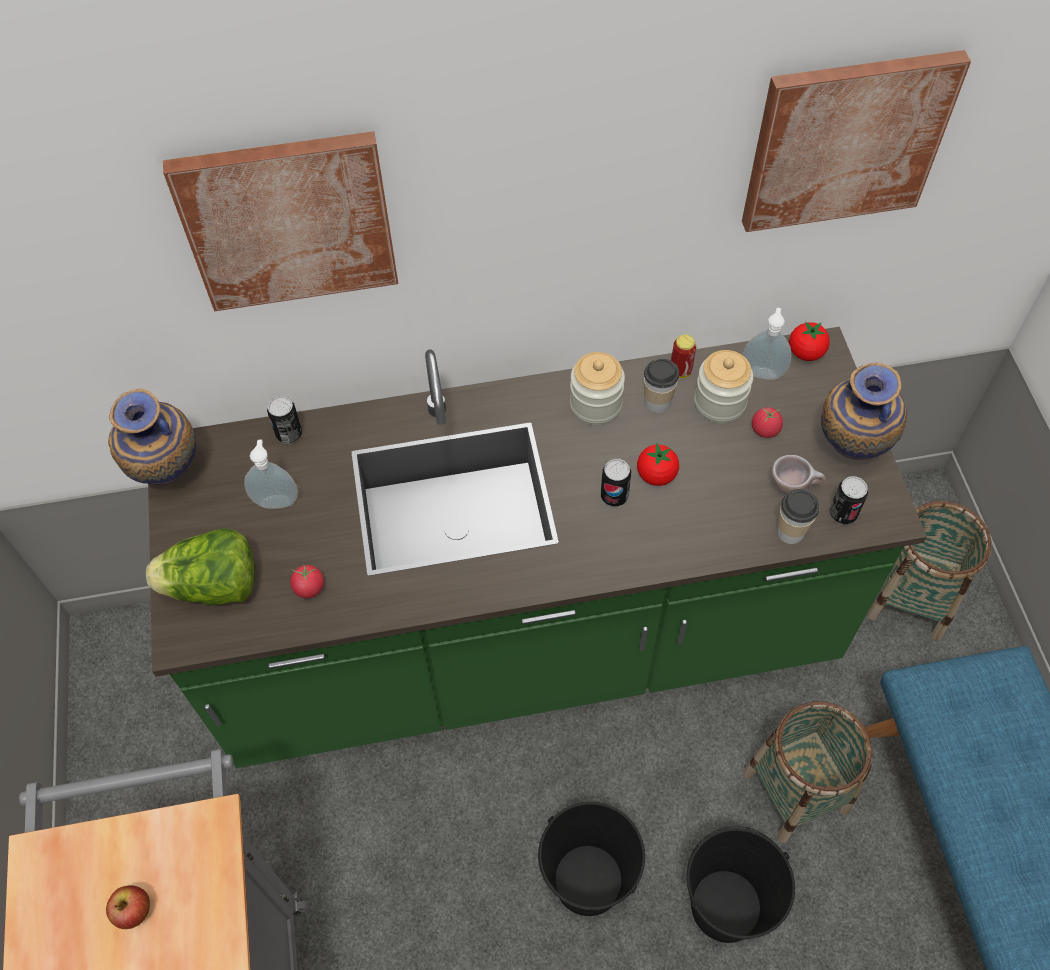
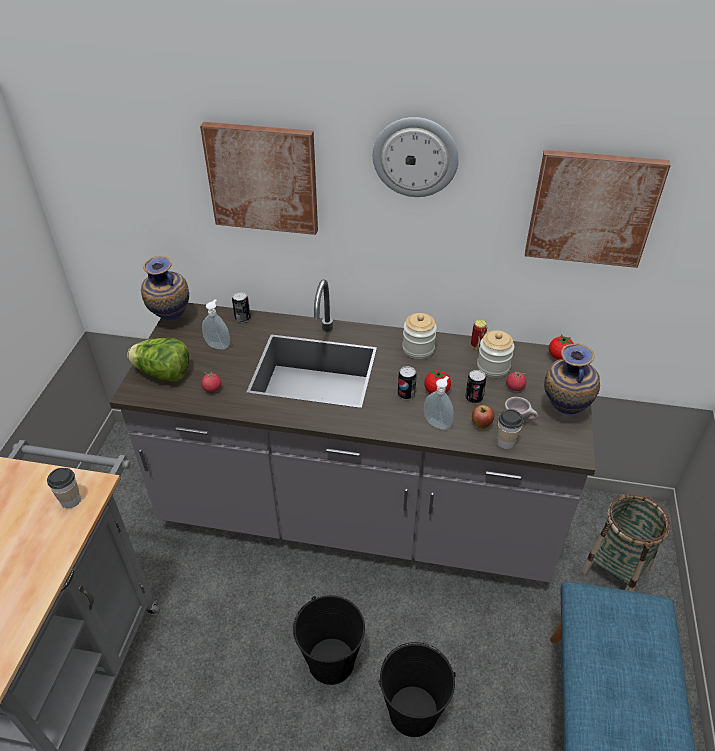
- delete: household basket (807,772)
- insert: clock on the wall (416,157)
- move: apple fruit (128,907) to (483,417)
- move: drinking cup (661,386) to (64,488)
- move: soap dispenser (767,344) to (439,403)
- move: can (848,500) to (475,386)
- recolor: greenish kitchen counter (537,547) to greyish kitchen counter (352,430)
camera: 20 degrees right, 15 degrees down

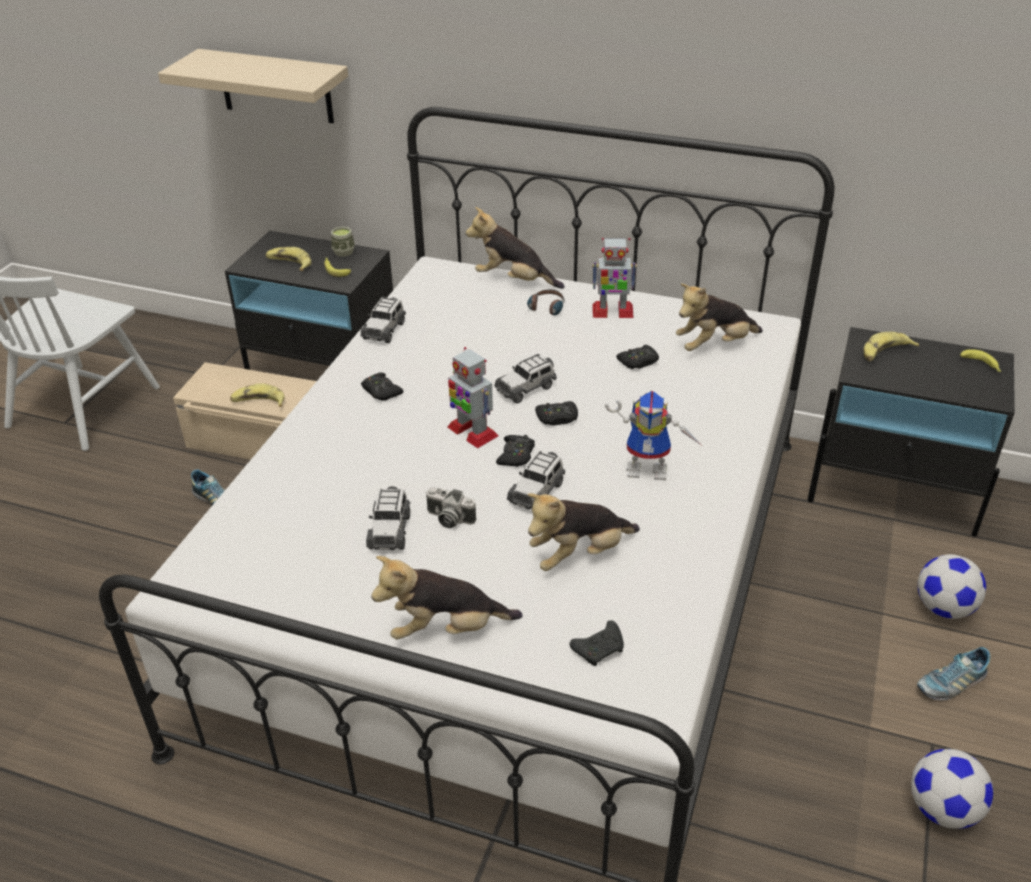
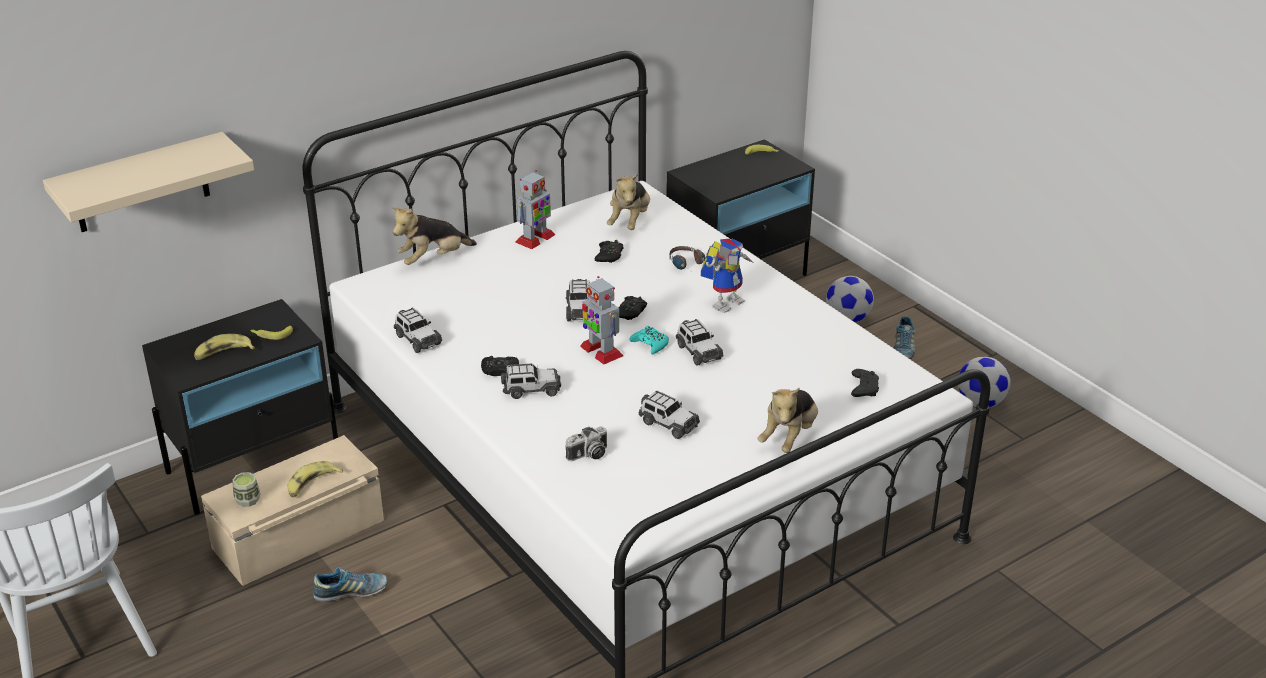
- delete: soft toy (583,532)
- delete: banana fruit (891,346)
- insert: toy car (531,381)
- move: drinking cup (343,242) to (246,489)
- move: photo camera (451,508) to (586,443)
- move: headphones (545,303) to (687,258)
- recolor: black-coloured joypad (515,451) to turquoise joypad (649,340)
- rotate: toy robot (473,397) = (601,320) 60 degrees clockwise
camera: 55 degrees left, 5 degrees down

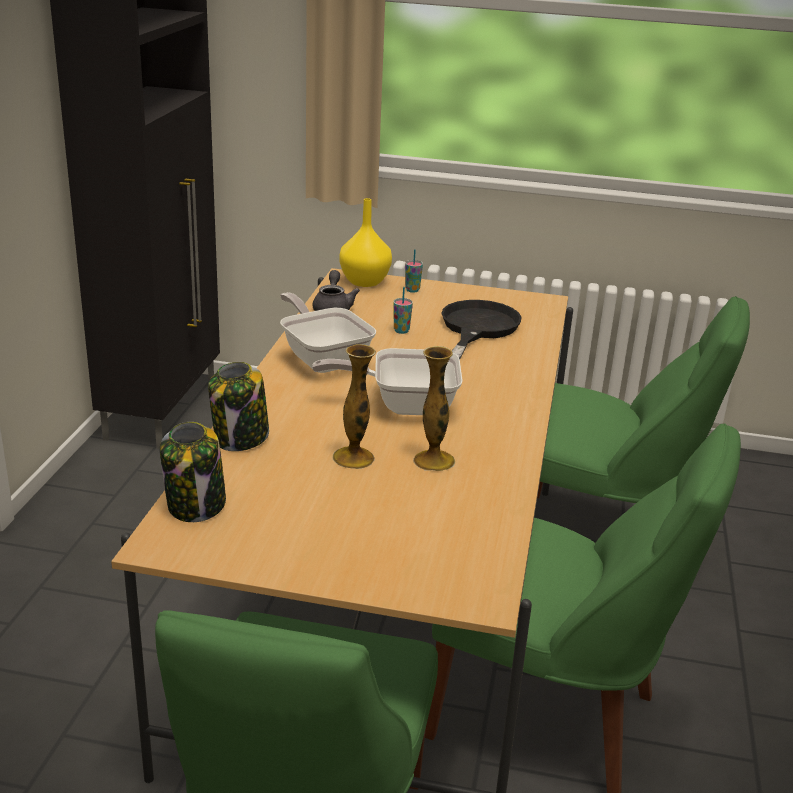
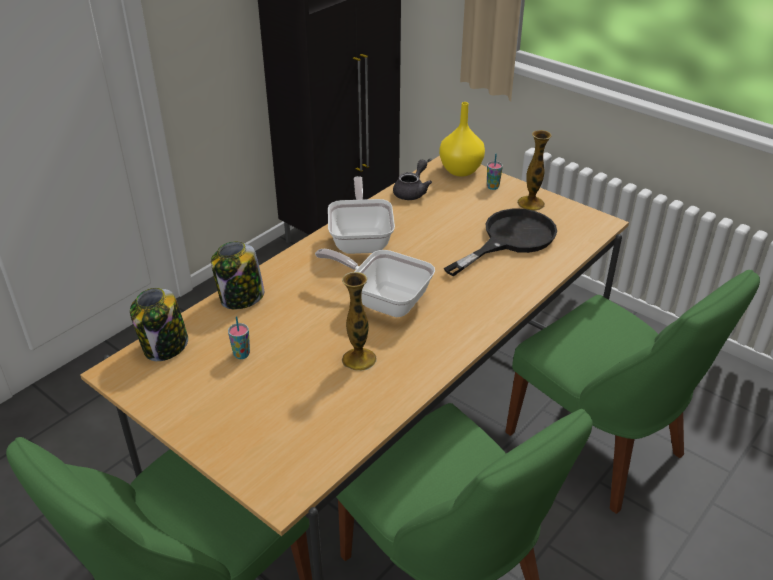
- move: decorative vase (354,406) to (534,170)
- move: drinking cup (403,310) to (239,337)
camera: 30 degrees right, 10 degrees up

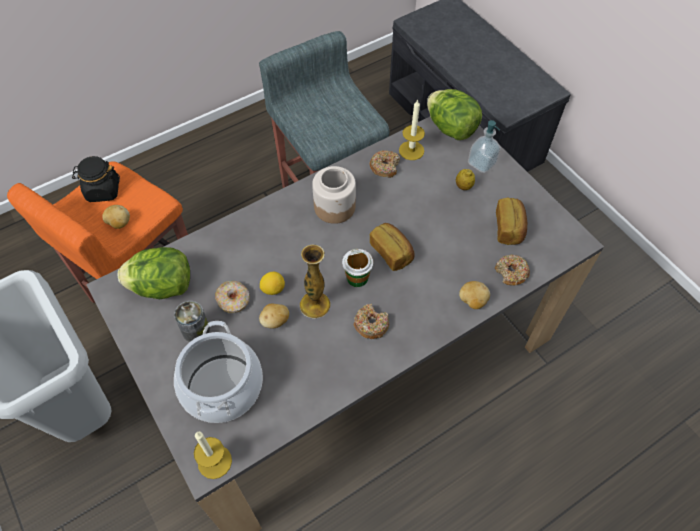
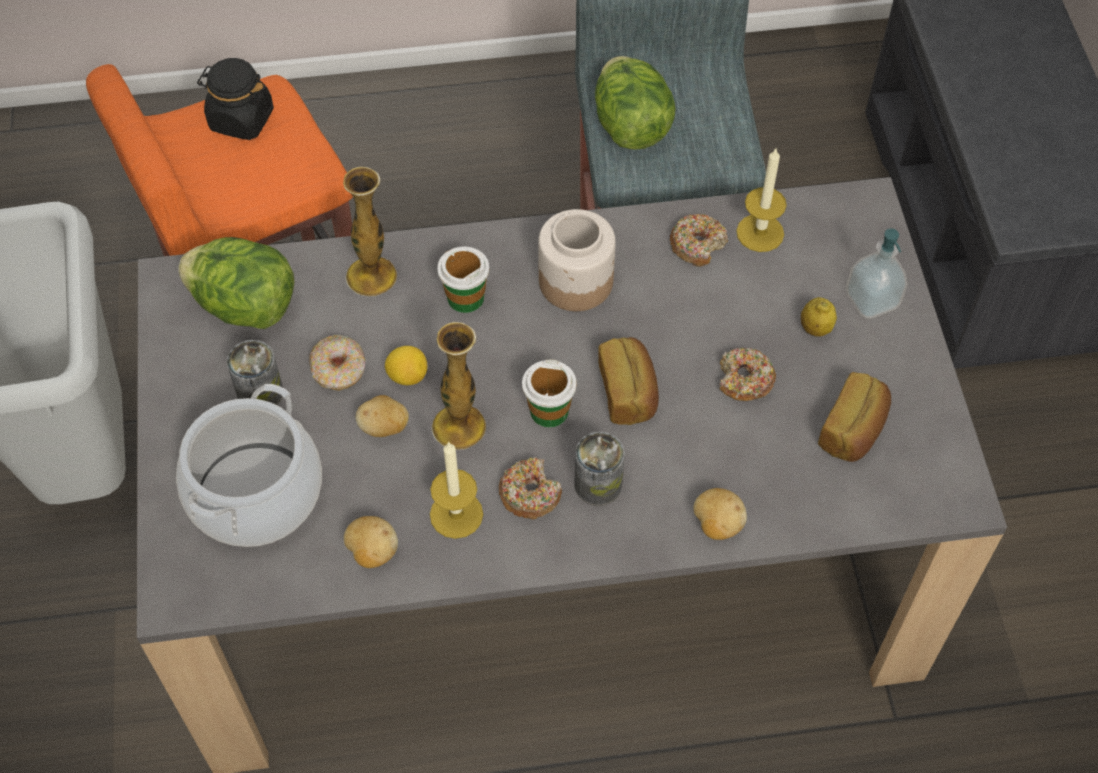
- insert: decorative vase (370,231)
- insert: drinking cup (463,280)
- insert: can (600,469)
- move: spud (116,217) to (371,542)
- move: wax light (213,455) to (456,490)
- move: head of lettuce (454,114) to (635,103)
- move: donut (512,270) to (747,374)
camera: 25 degrees right, 0 degrees up

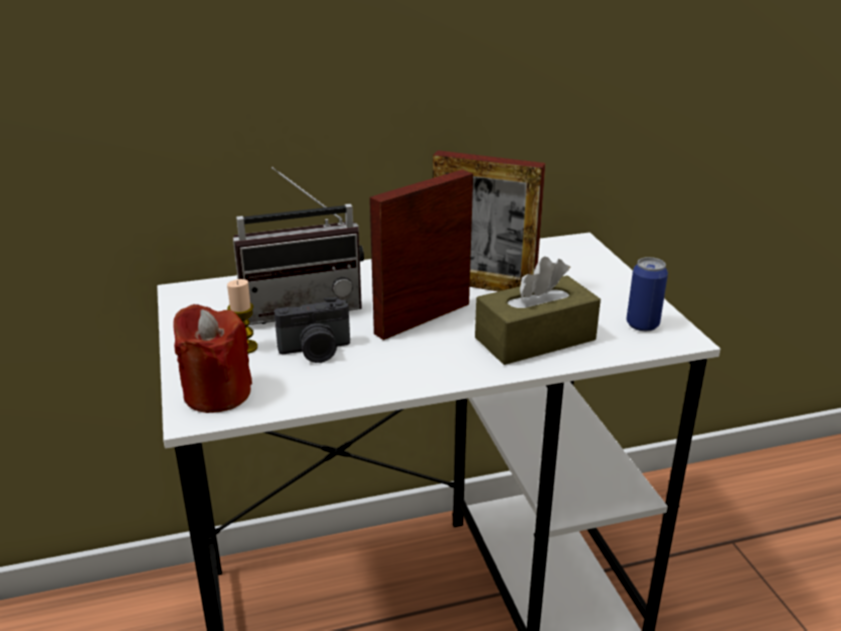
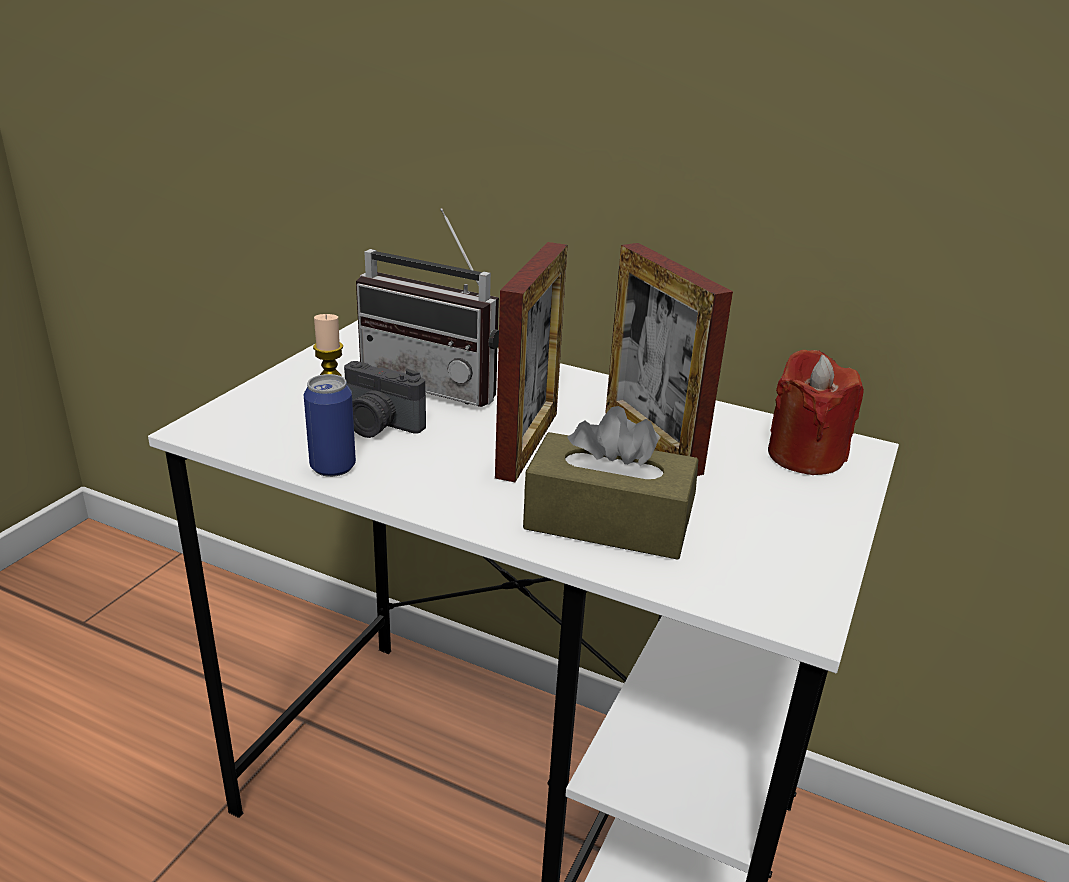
- move: reddish wax light (212,358) to (816,412)
- move: can (647,294) to (330,425)
- rotate: standing frame (421,255) = (531,362) 105 degrees clockwise
camera: 40 degrees right, 0 degrees up

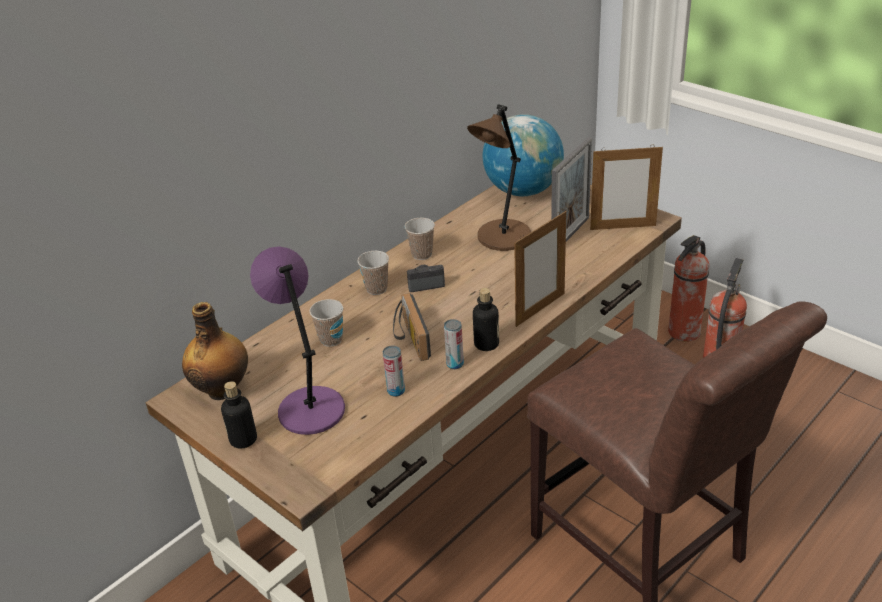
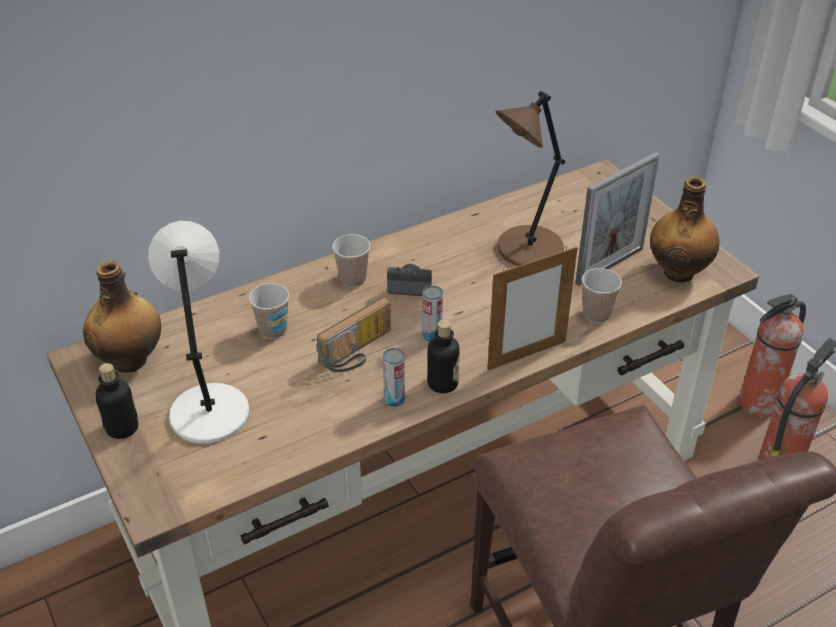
- delete: world globe (523,155)
- move: can (394,371) to (432,314)
- move: drinking cup (420,239) to (602,295)
- replace: standing frame (626,187) to drink bottle (685,230)
- recolor: purple-coloured table lamp (297,340) to white-coloured table lamp (198,332)
- rotate: radio (412,327) = (354,334) 135 degrees counterclockwise
camera: 15 degrees right, 5 degrees up

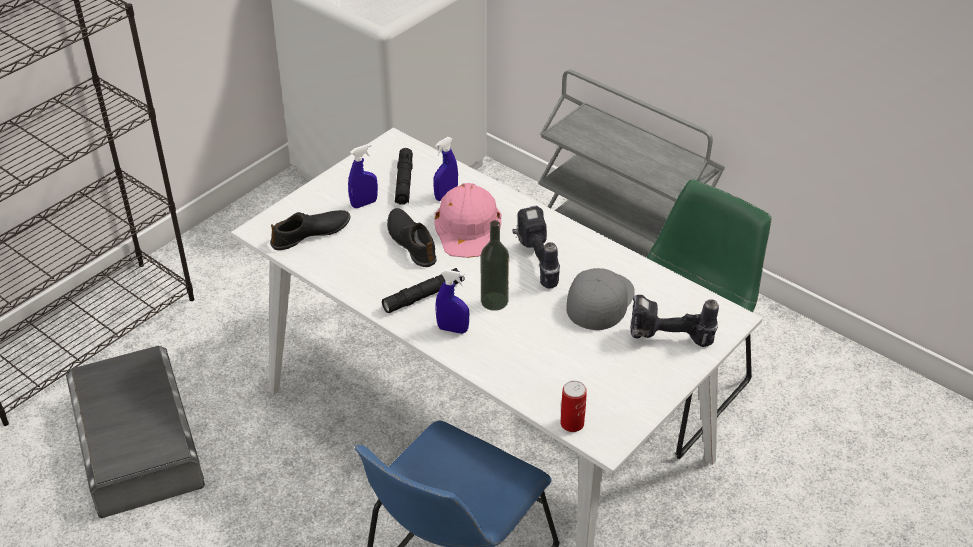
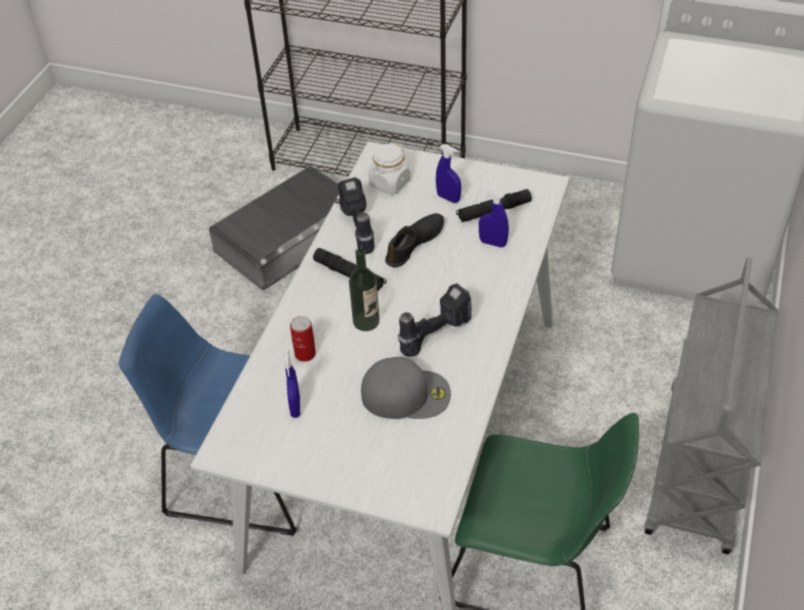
- delete: pink-coloured safety helmet (468,220)
- move: blue-coloured hand sprayer (452,302) to (292,384)
- move: can (574,406) to (303,339)
- move: drill (675,321) to (355,215)
- replace: black-coloured item of footwear (310,230) to white-coloured jar (389,168)
camera: 70 degrees right, 5 degrees up

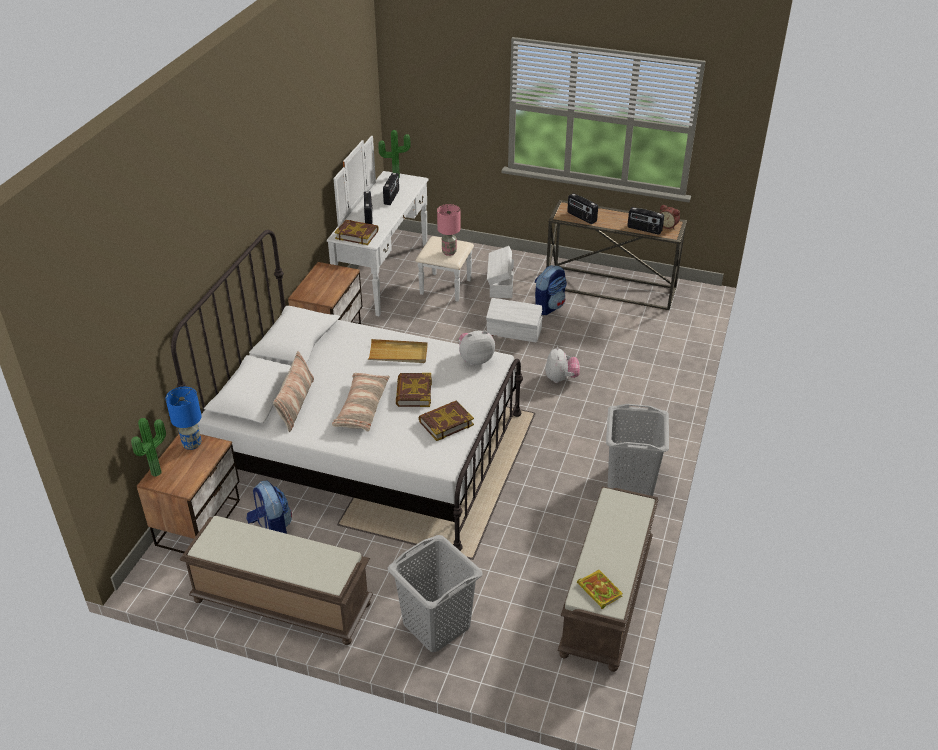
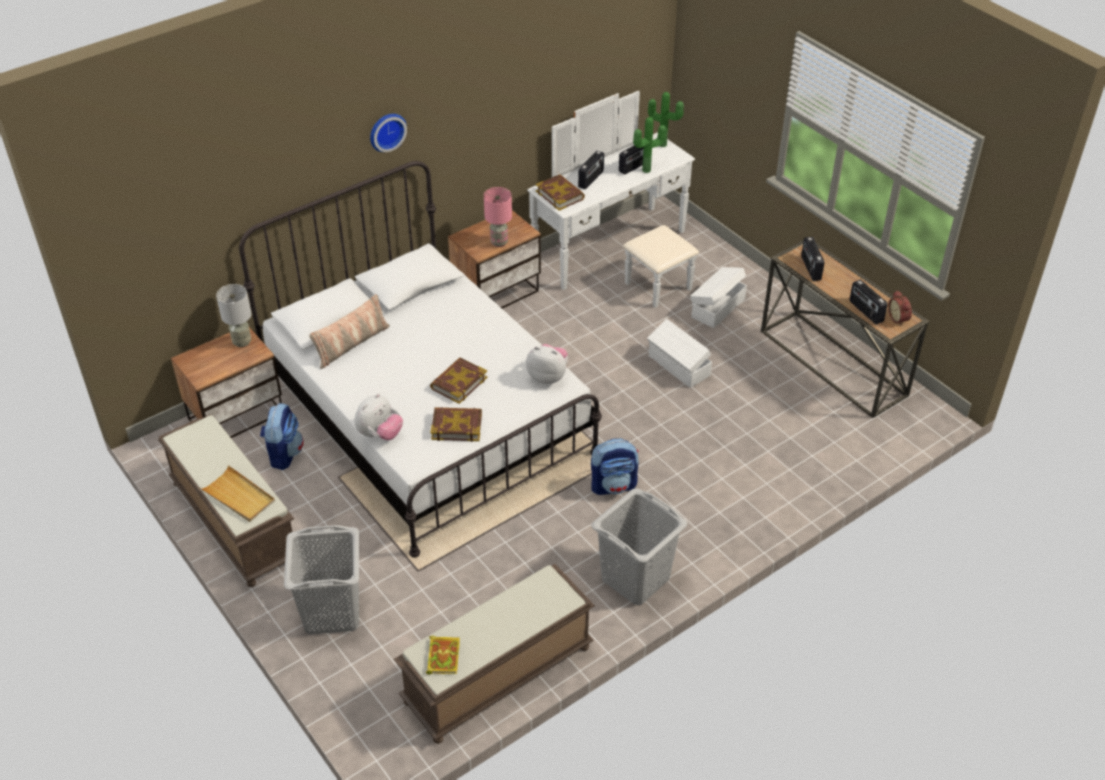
- delete: pillow (361,402)
- insert: clock on the wall (388,133)
- move: houseplant (148,447) to (649,145)
- move: beige-coloured carrying tray (398,351) to (237,493)
- move: pink-coloured table lamp (448,230) to (498,217)
- move: knapsack (551,290) to (615,466)
- move: soft toy (562,365) to (378,417)
- recolor: blue-coloured table lamp (184,418) to greyish table lamp (233,315)
camera: 35 degrees right, 5 degrees up

